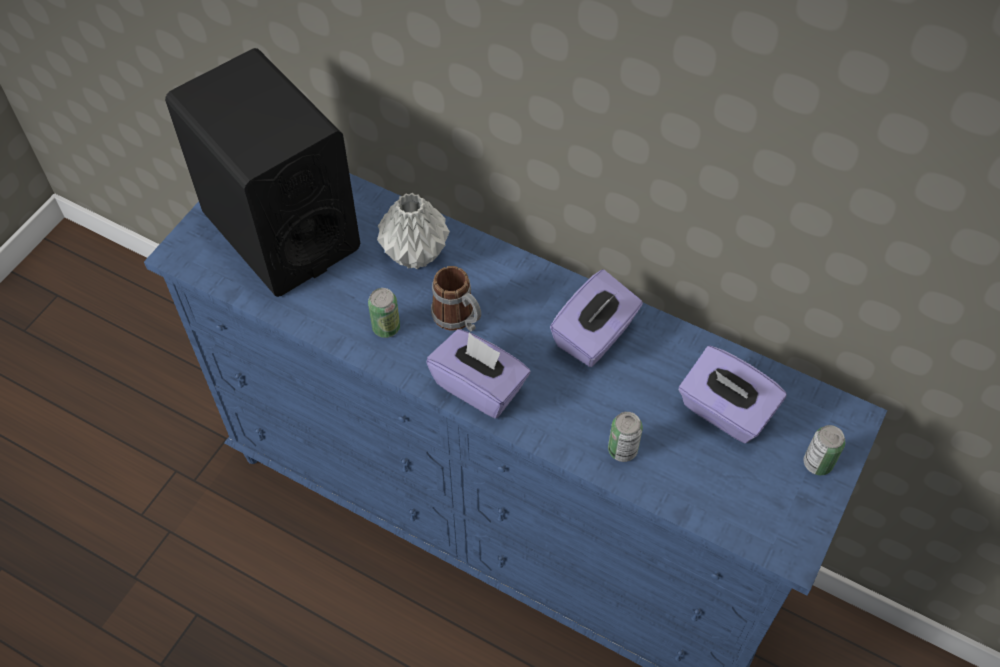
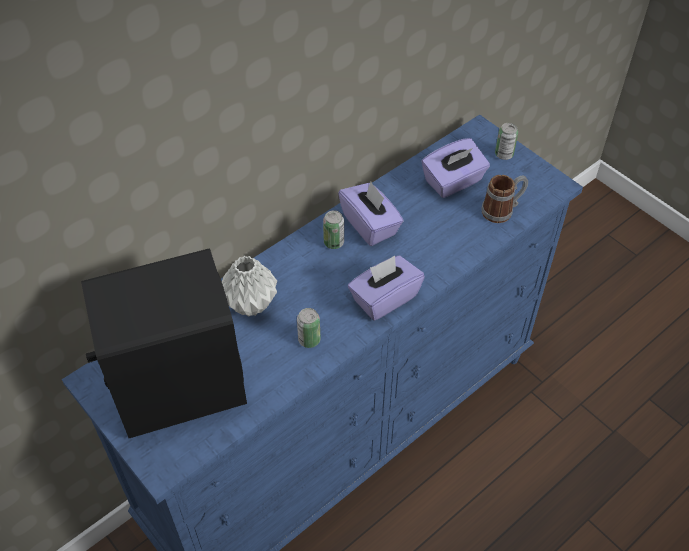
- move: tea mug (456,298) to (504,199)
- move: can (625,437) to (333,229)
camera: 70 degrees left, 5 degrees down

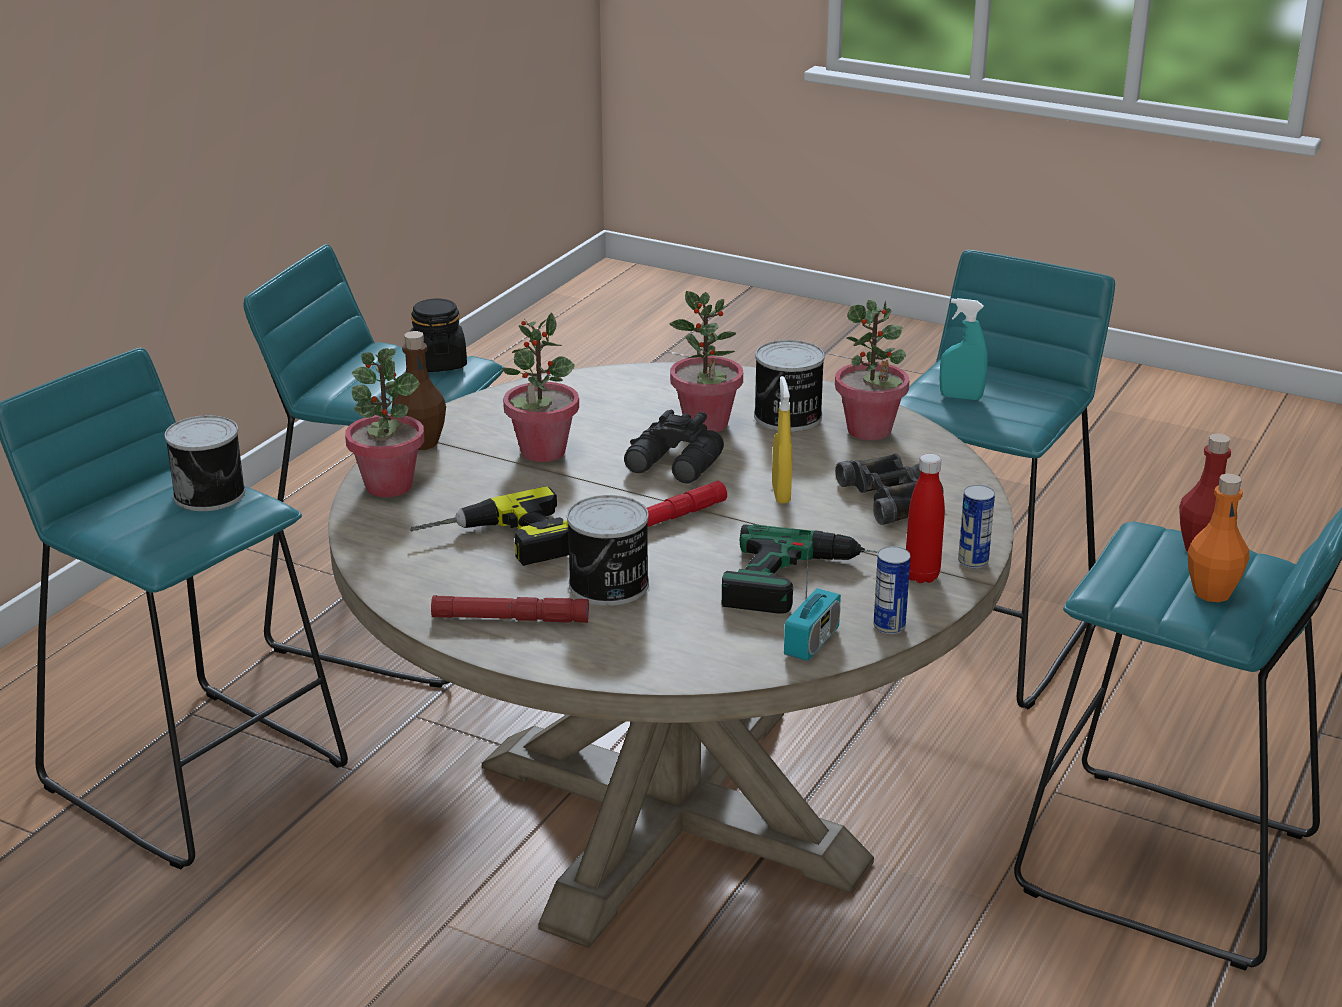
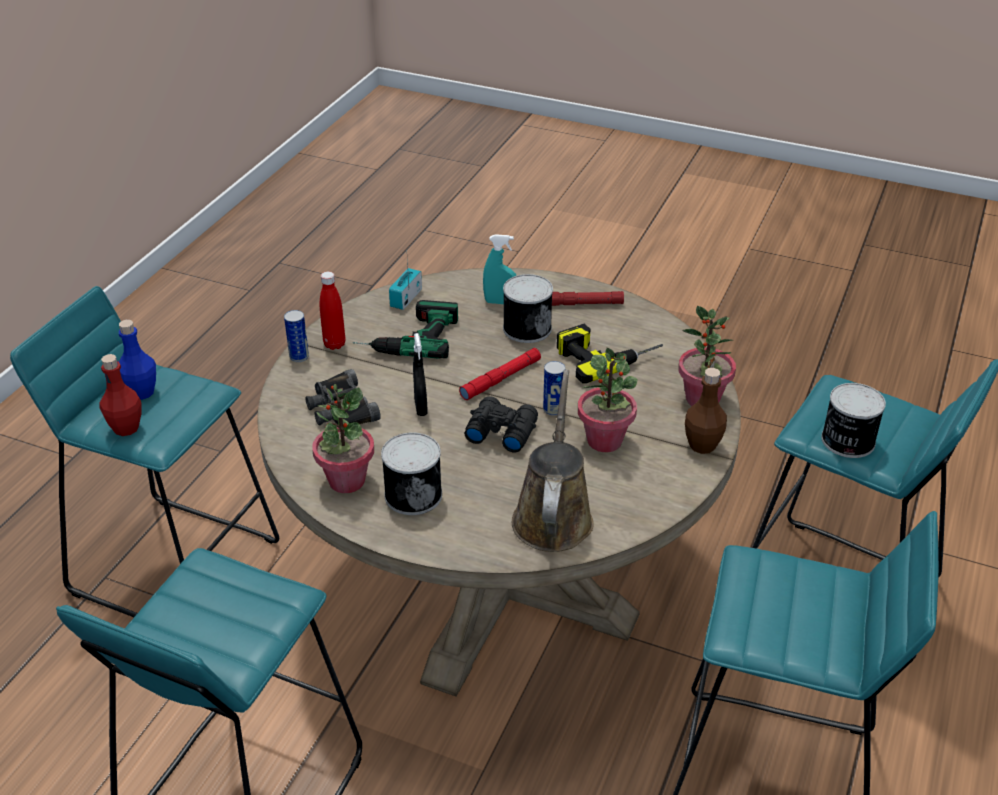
- delete: black-coloured jar (438,335)
- delete: houseplant (706,361)
- insert: brown watering pot (553,461)
- move: can (892,590) to (554,388)
- move: turquoise hand sprayer (963,349) to (500,269)
- recolor: yellow-coloured hand sprayer (782,439) to black-coloured hand sprayer (420,374)
- recolor: orange-coloured drink bottle (1218,538) to blue-coloured drink bottle (137,360)
camera: 175 degrees right, 10 degrees up

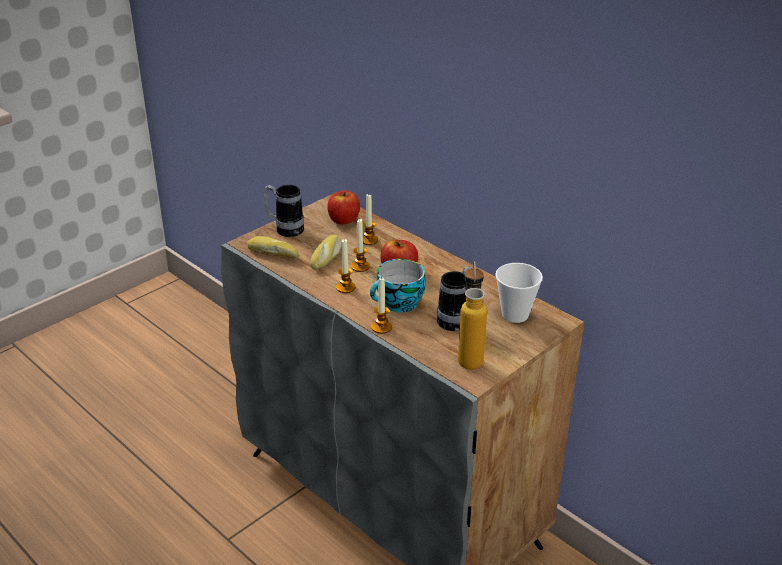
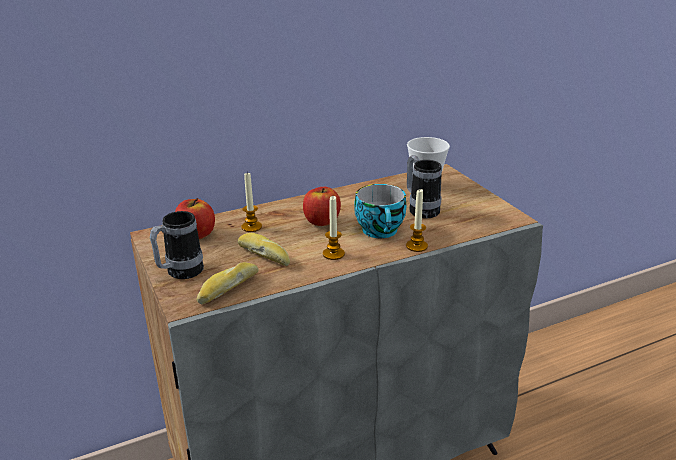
- delete: wax light (360,245)
- delete: drink bottle (472,315)
camera: 70 degrees left, 5 degrees down

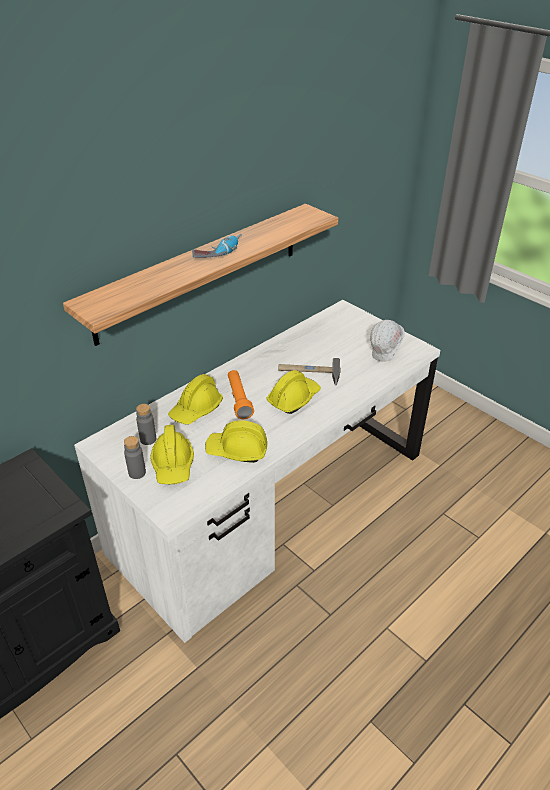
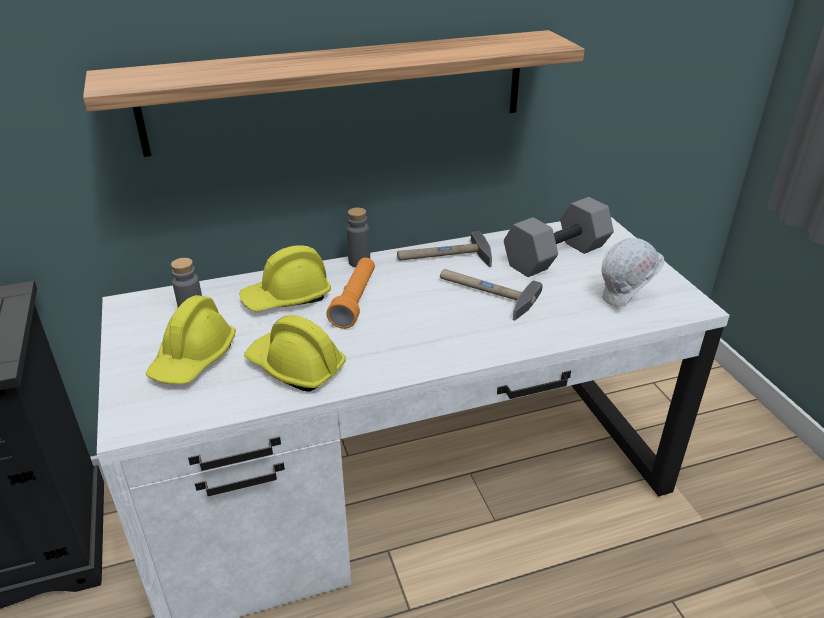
- delete: drill (217,246)
- delete: yellow-coloured safety helmet (293,392)
- insert: tool hammer (444,249)
- insert: greyish free weight (559,237)
- move: greyish drink bottle (135,457) to (358,237)
camera: 25 degrees right, 5 degrees down

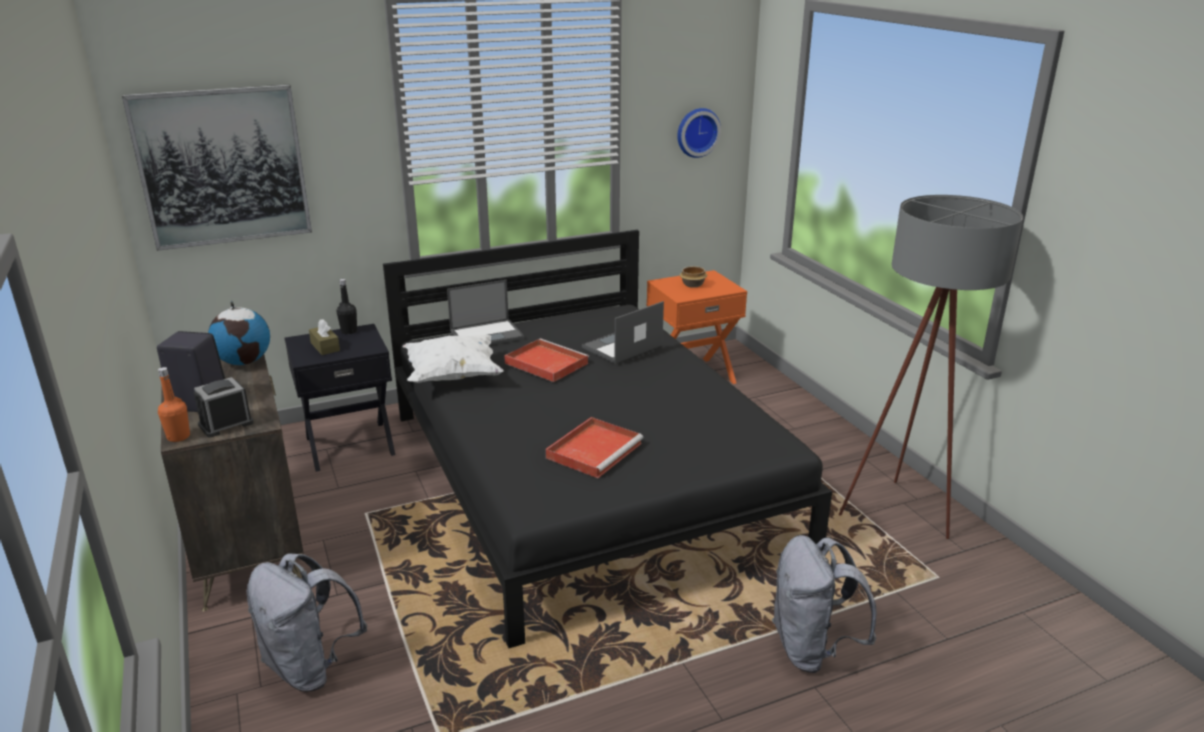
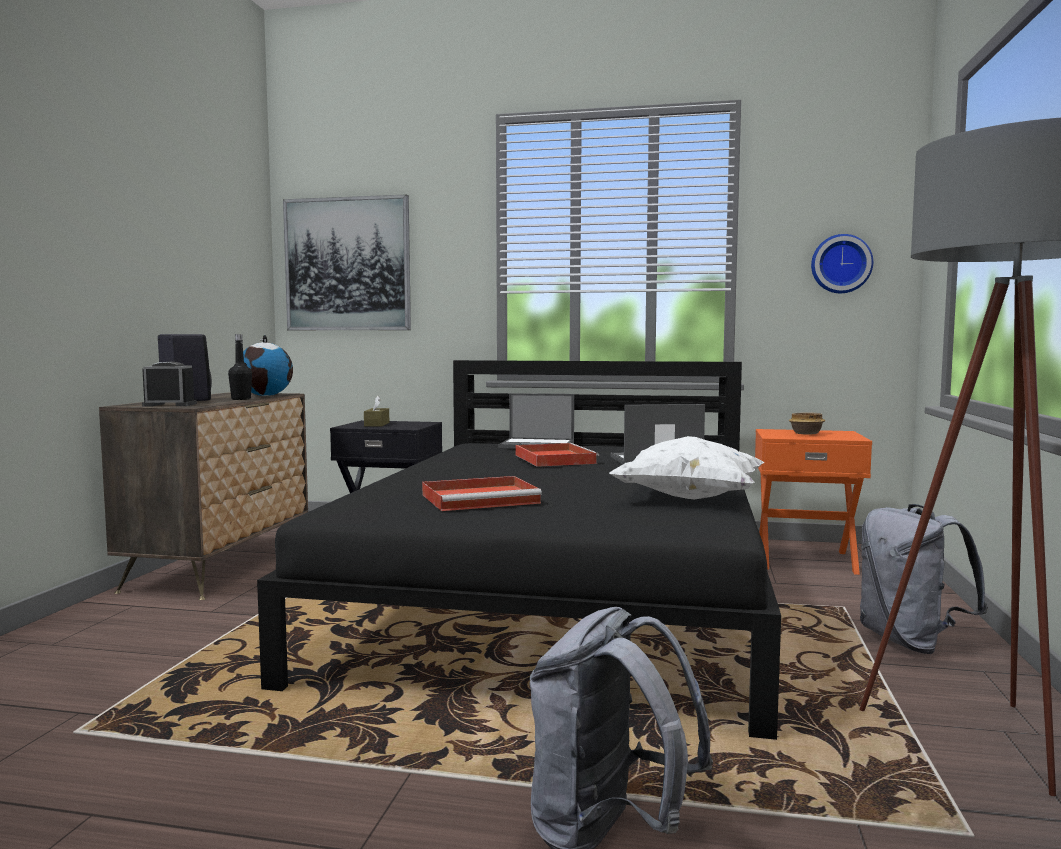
- delete: orange-coloured drink bottle (174,404)
- move: greyish knapsack (307,623) to (924,579)
- move: black-coloured drink bottle (346,306) to (240,367)
- move: white-coloured pillow (453,359) to (686,468)
camera: 35 degrees right, 20 degrees down

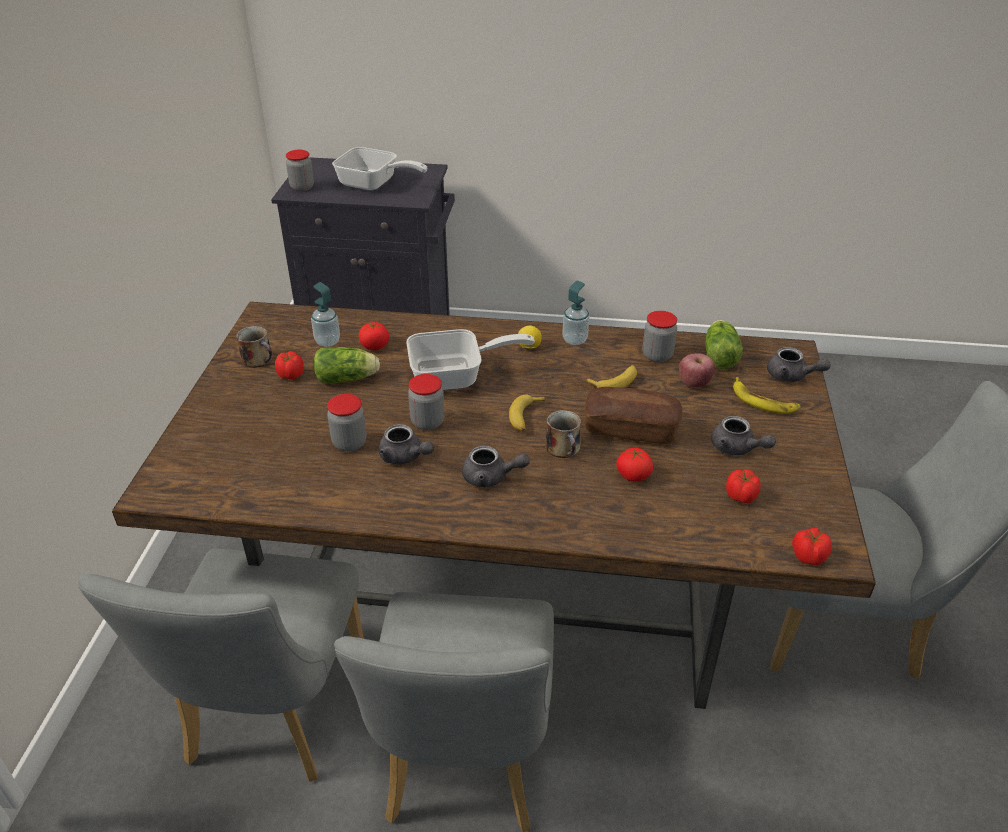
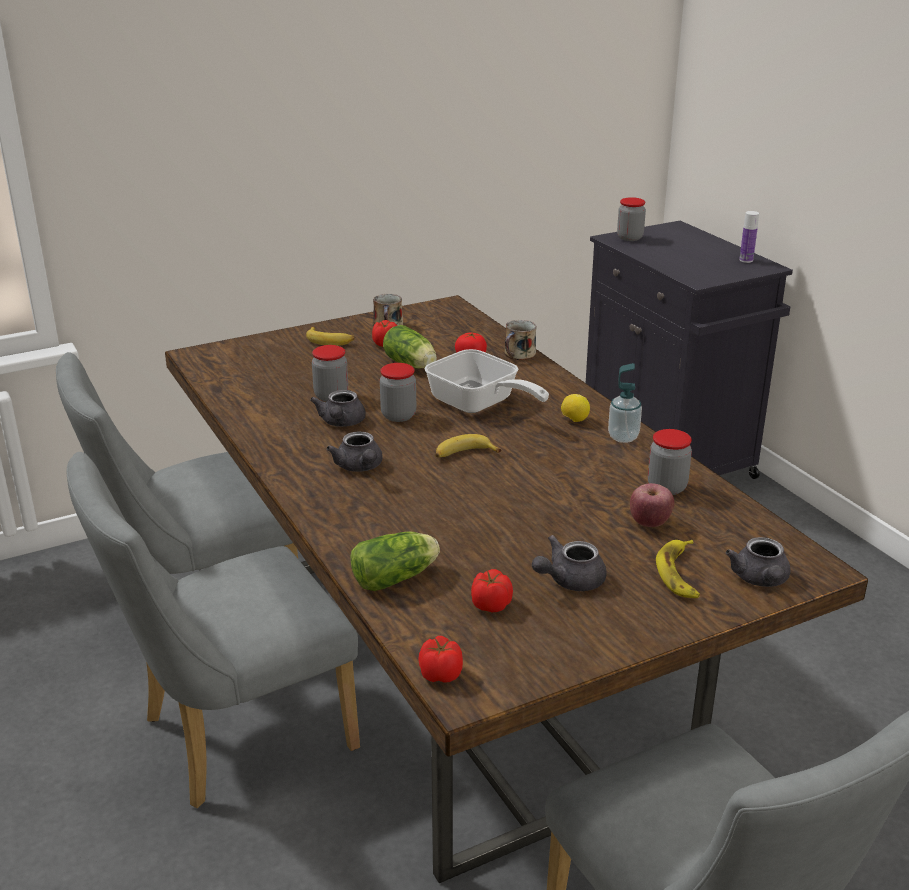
- delete: soap dispenser (325,314)
- delete: pan (379,169)
- delete: baked bread (633,415)
- delete: fresh tomato (635,464)
- insert: drink bottle (749,237)
- move: tea mug (563,434) to (520,340)
- move: banana fruit (611,376) to (330,336)
- move: head of lettuce (724,344) to (395,561)
- rotate: greyish pot for tea (743,436) = (569,563) 45 degrees clockwise
camera: 55 degrees right, 10 degrees down

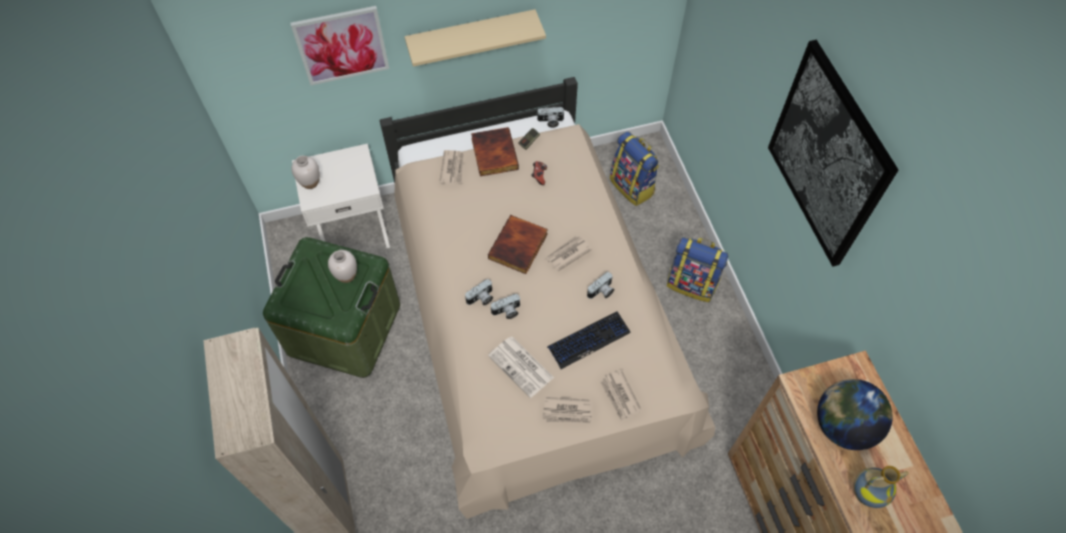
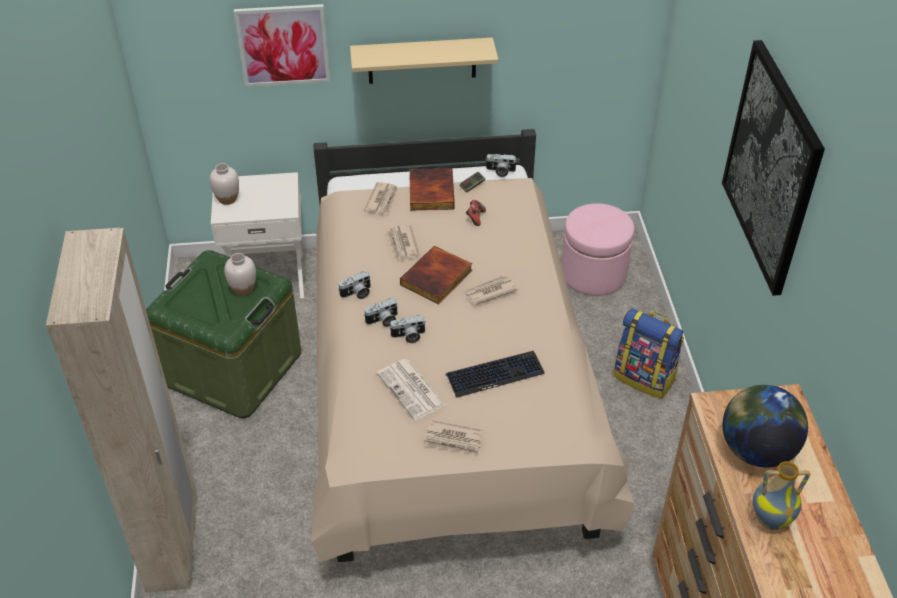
- move: photo camera (600,285) to (355,285)
- move: printed paper (620,395) to (403,243)
- replace: knapsack (634,169) to pink-coloured ottoman (597,249)
camera: 10 degrees right, 15 degrees down

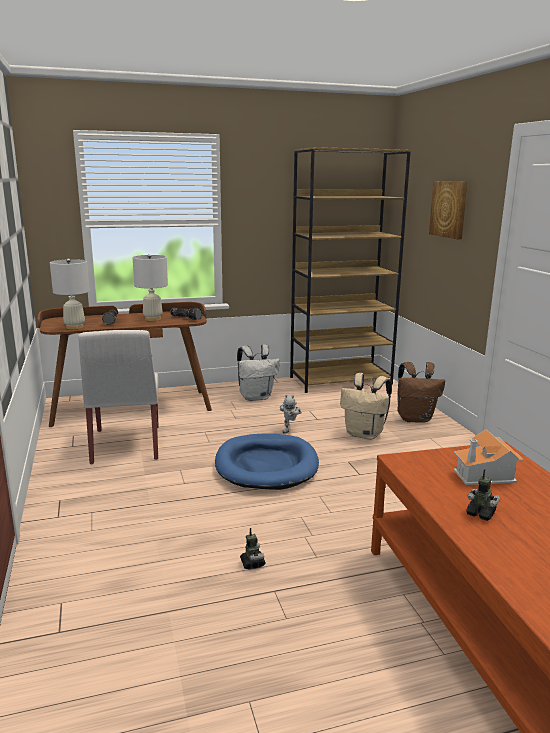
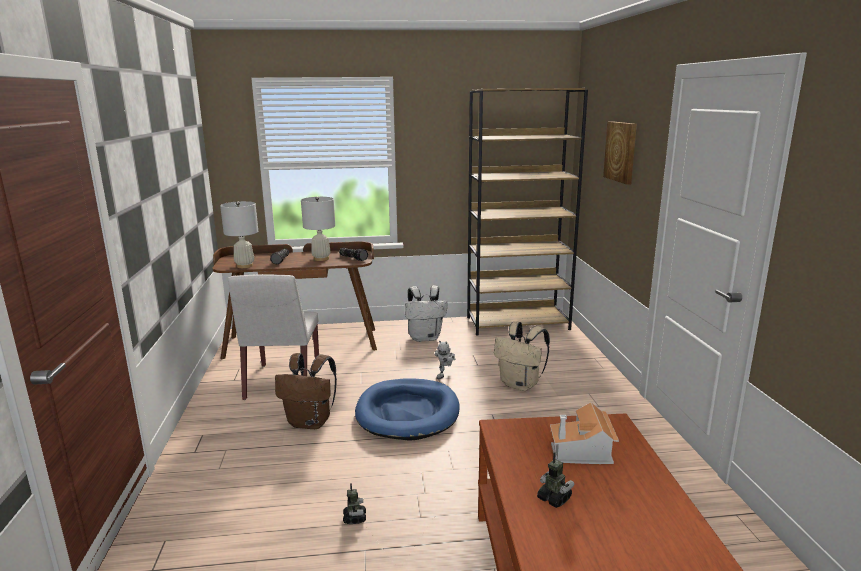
- move: brown knapsack (421,392) to (306,391)
camera: 10 degrees right, 0 degrees up

